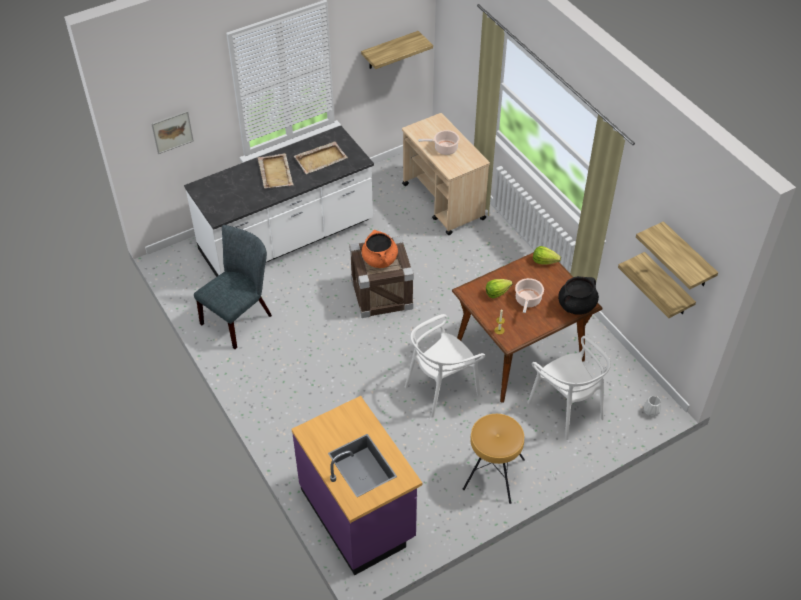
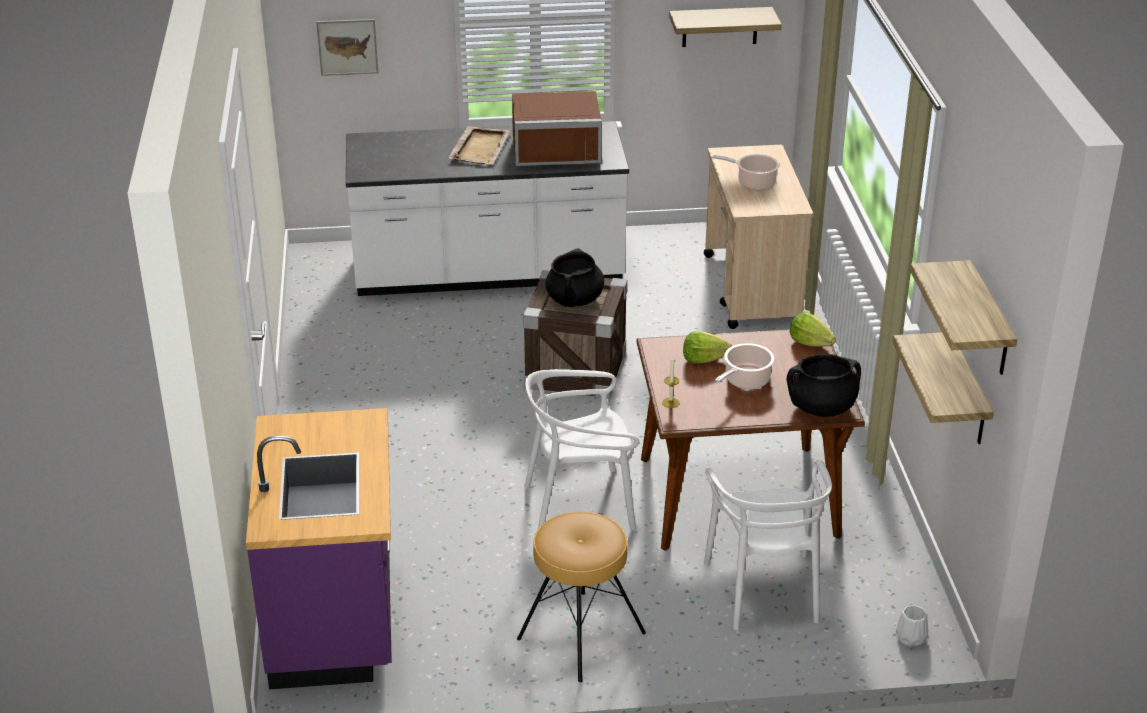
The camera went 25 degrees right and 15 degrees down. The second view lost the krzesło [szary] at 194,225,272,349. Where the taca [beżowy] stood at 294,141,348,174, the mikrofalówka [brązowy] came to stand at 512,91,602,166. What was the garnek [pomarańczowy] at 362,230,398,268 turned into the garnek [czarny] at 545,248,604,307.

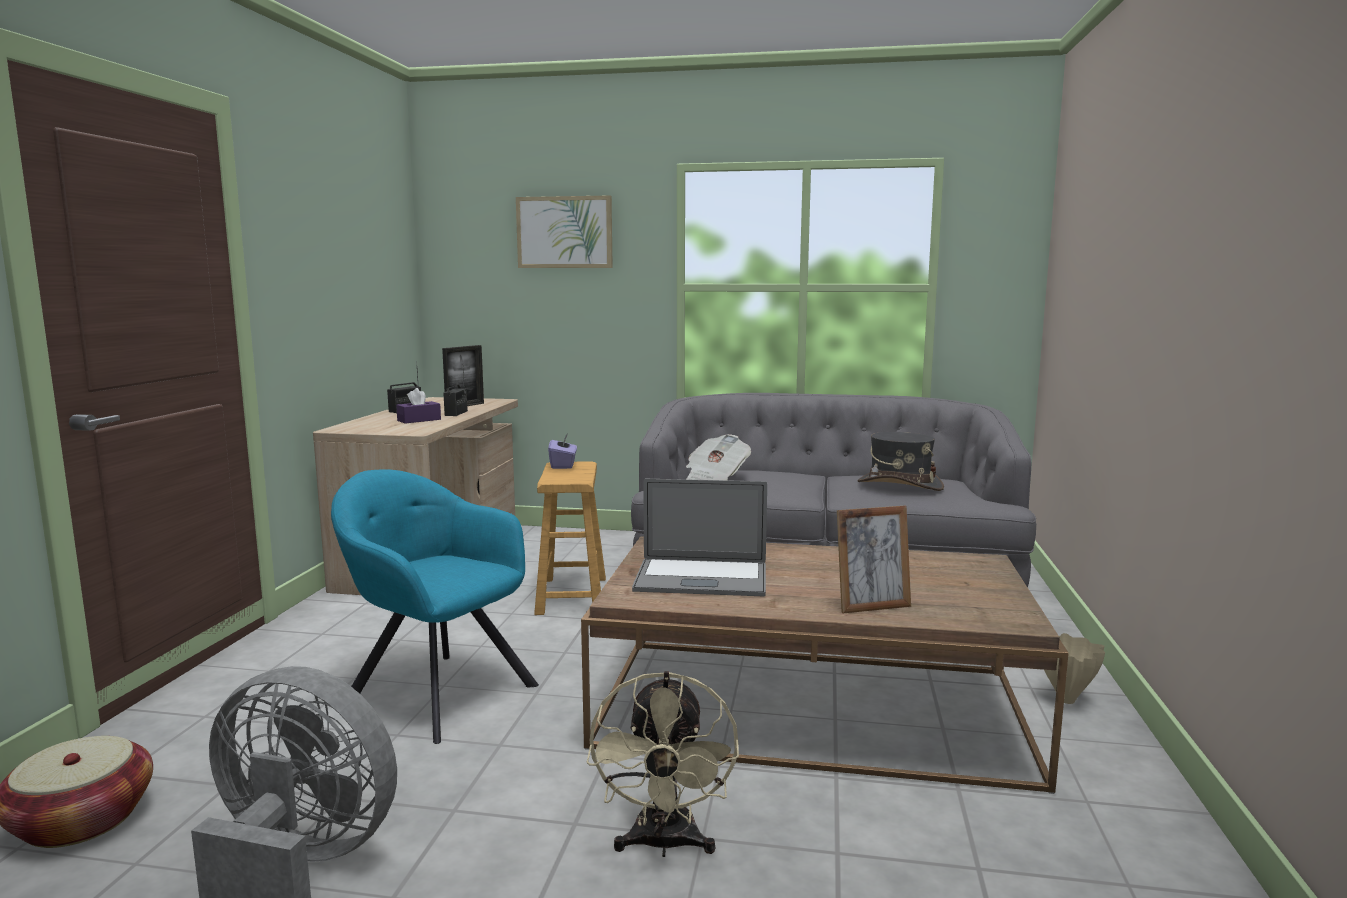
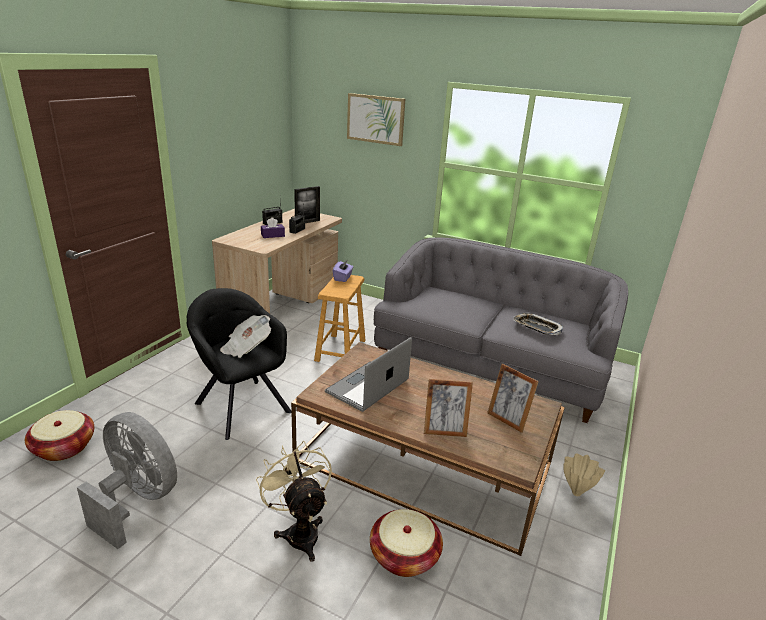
The camera went 15 degrees right and 15 degrees up. What was the fotel [turkusowy] at 331,469,539,744 turned into the fotel [czarny] at 187,288,292,440. The wentylator [beżowy] at 586,671,739,857 ended up facing another way, 135 degrees clockwise from before. The laptop at 632,479,767,597 ended up facing another way, 105 degrees clockwise from before. The gazeta ended up elsewhere, having gone from 686,434,751,480 to 220,315,271,358. Where the kapelusz [szary] stood at 857,432,944,491, the taca came to stand at 513,313,563,335. The second view gained the koszyk at 370,509,443,577. The second view gained the ramka na zdjęcie at 487,364,539,433.

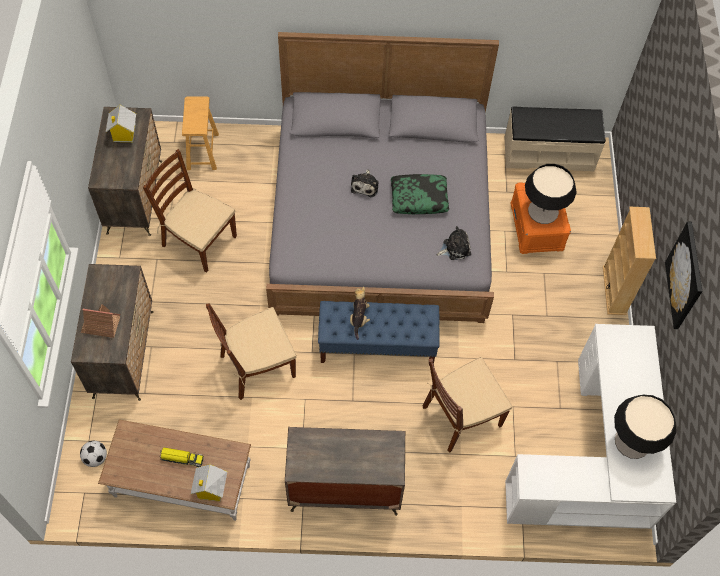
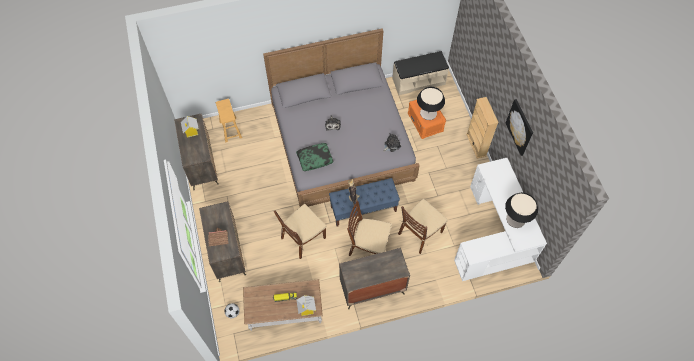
The camera went 15 degrees left and 0 degrees up. The krzesło [brązowy] ended up elsewhere, having gone from 143,149,237,273 to 347,200,392,256. The poduszka ended up elsewhere, having gone from 391,174,449,214 to 296,143,334,171.

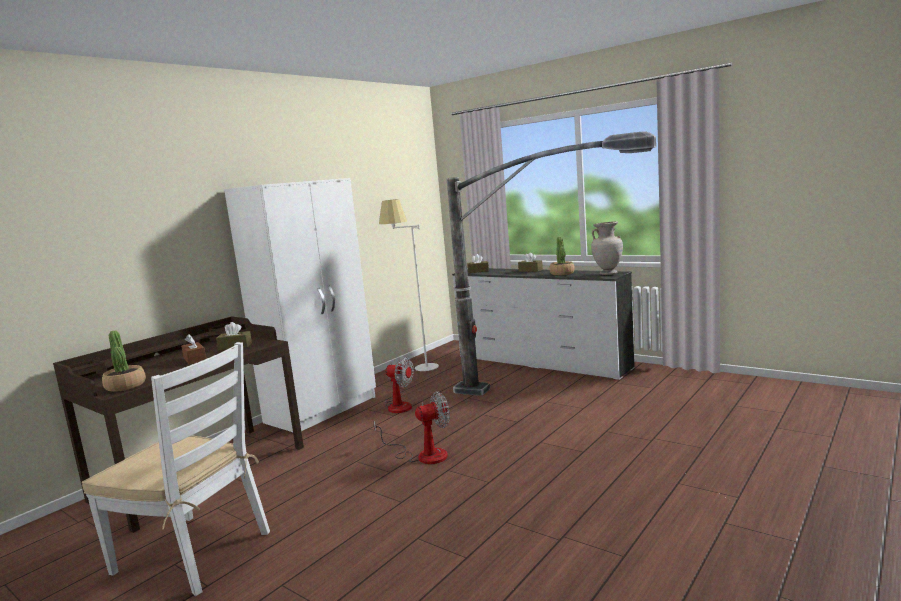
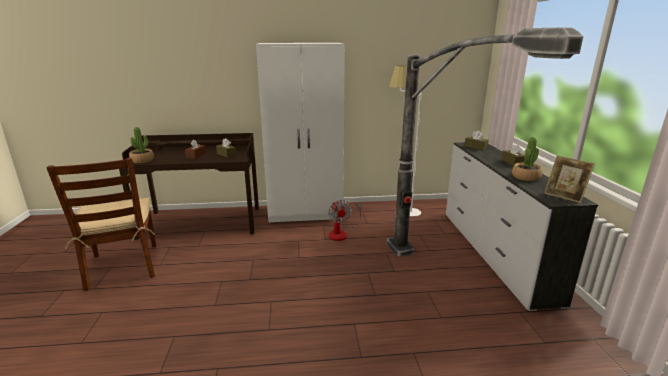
The camera went 45 degrees right and 10 degrees up. What was the krzesło [biały] at 82,342,270,596 turned into the krzesło [brązowy] at 46,157,156,291. The second view lost the wentylator at 373,391,450,464. Where the wazon [beżowy] stood at 591,222,623,275, the ramka na zdjęcie came to stand at 544,155,595,203.

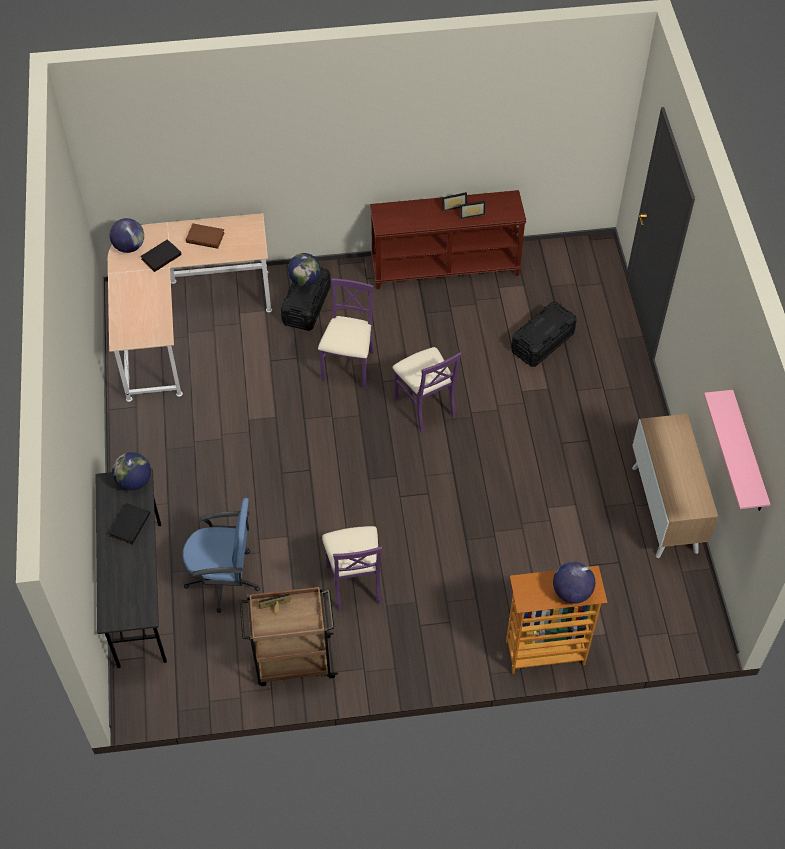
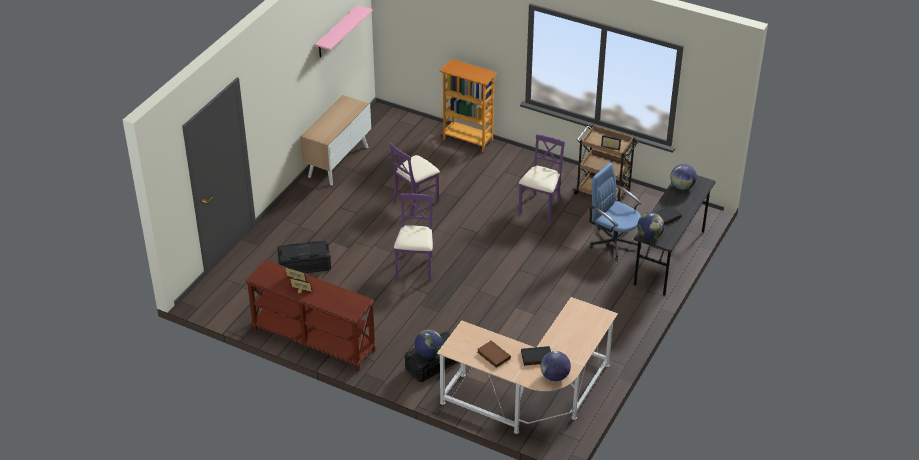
The camera went 145 degrees left and 15 degrees down. The krzesło [fioletowy] ended up elsewhere, having gone from 318,278,374,389 to 389,143,440,216. The globus ended up elsewhere, having gone from 553,561,595,604 to 671,164,697,190.

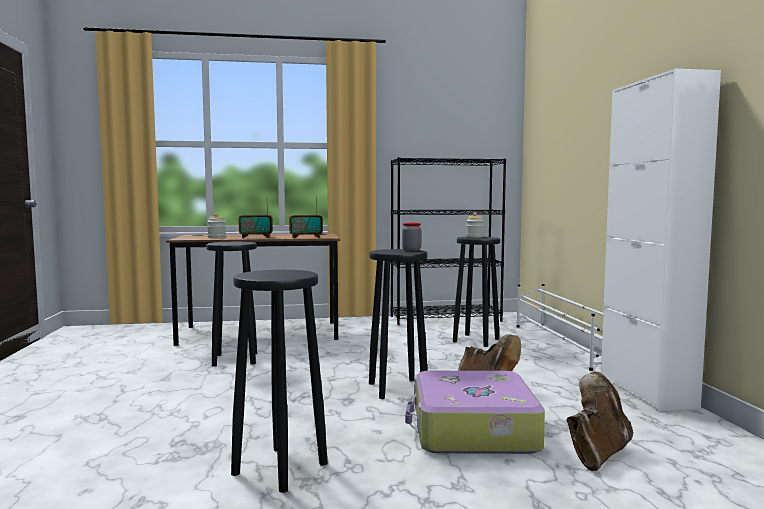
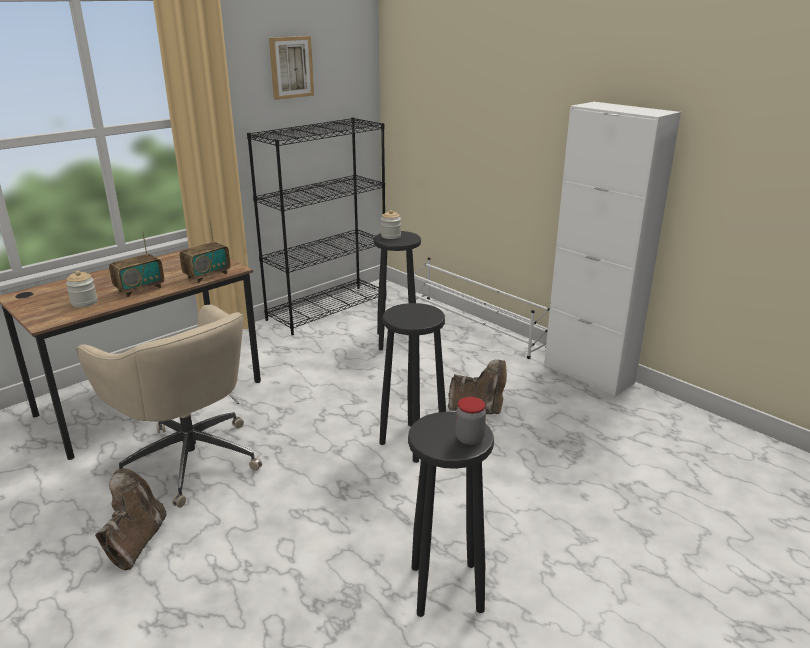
The camera went 35 degrees left and 20 degrees up. Where the stołek [czarny] stood at 206,241,257,367, the krzesło biurowe [beżowy] came to stand at 76,304,262,508. The słoik ended up elsewhere, having gone from 402,223,421,251 to 456,397,486,445. The second view lost the walizka at 405,371,545,454. The but z cholewką [brązowy] ended up elsewhere, having gone from 567,372,633,471 to 95,468,166,570. The second view gained the obraz at 269,36,314,100.

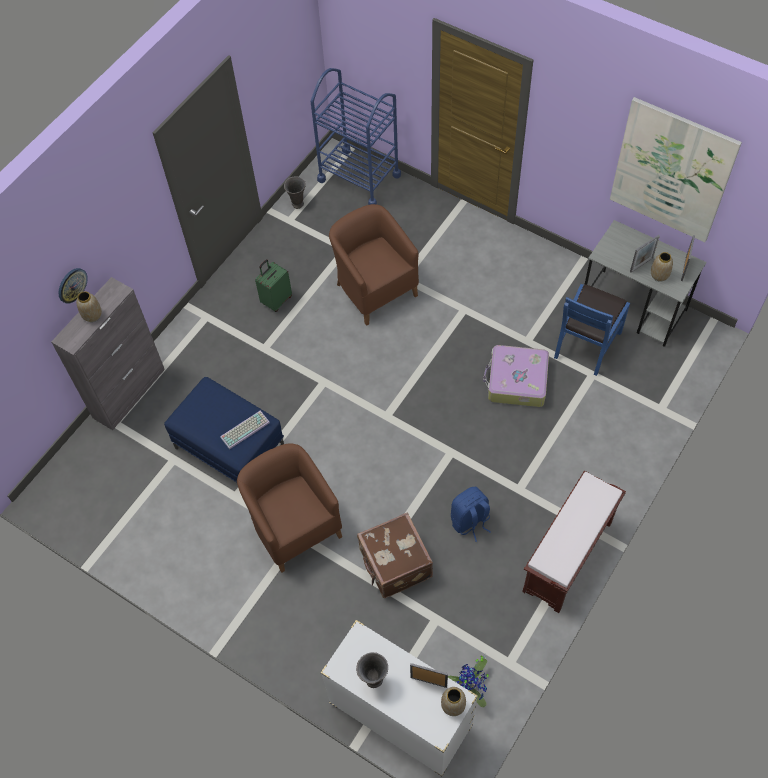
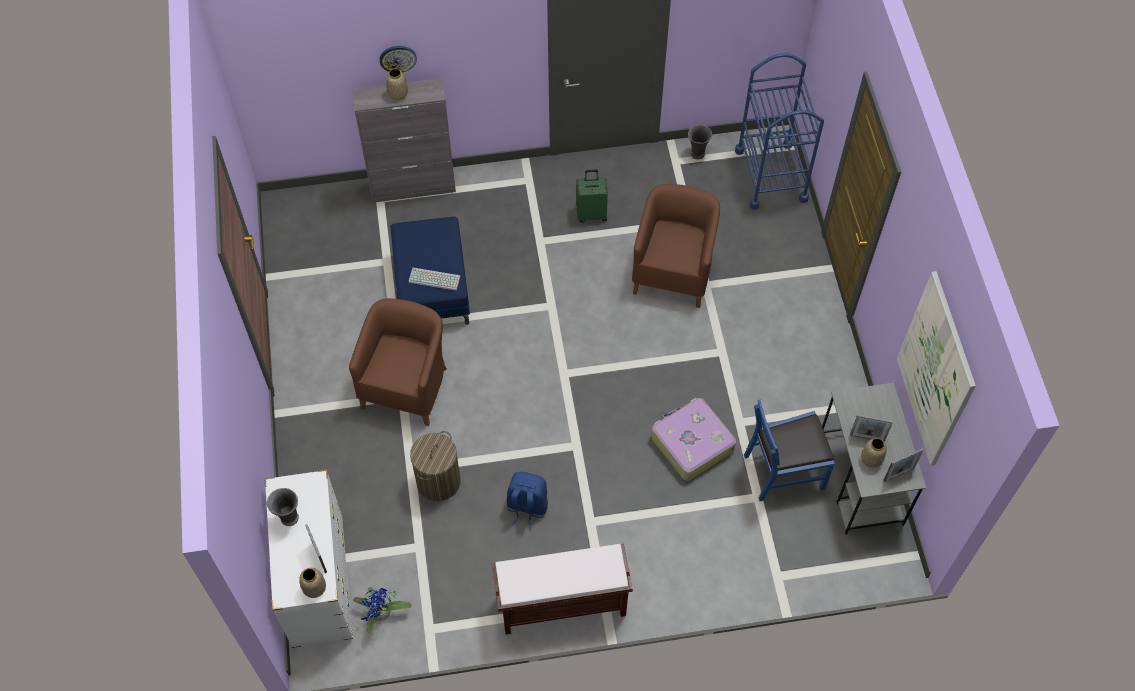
The camera went 45 degrees right and 0 degrees up. Where the walizka [brązowy] stood at 357,513,433,598, the kosz na pranie came to stand at 410,431,461,501.

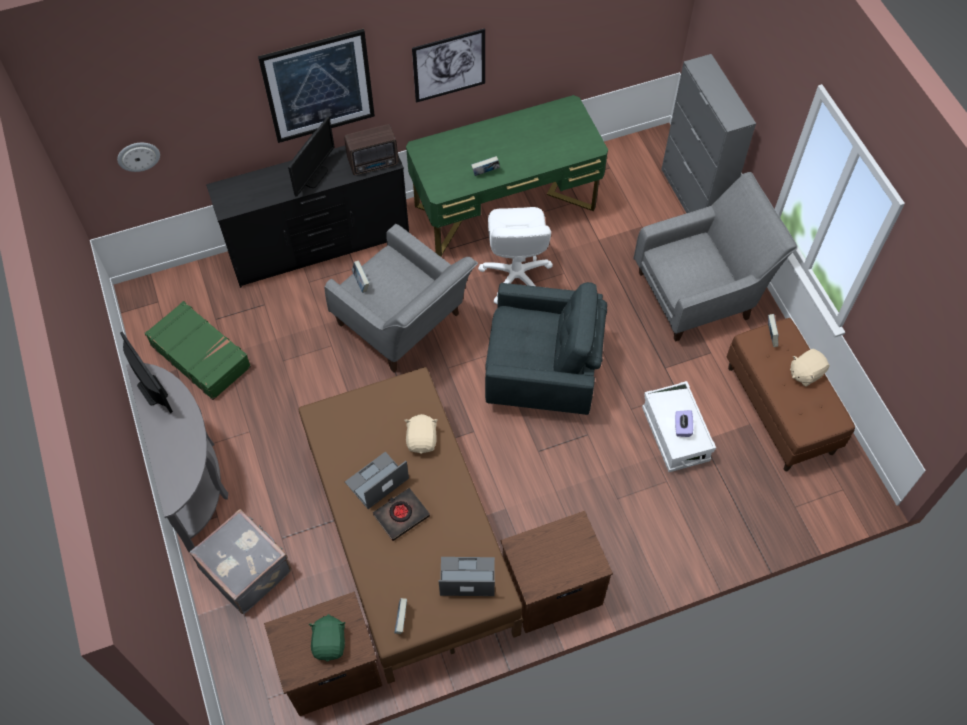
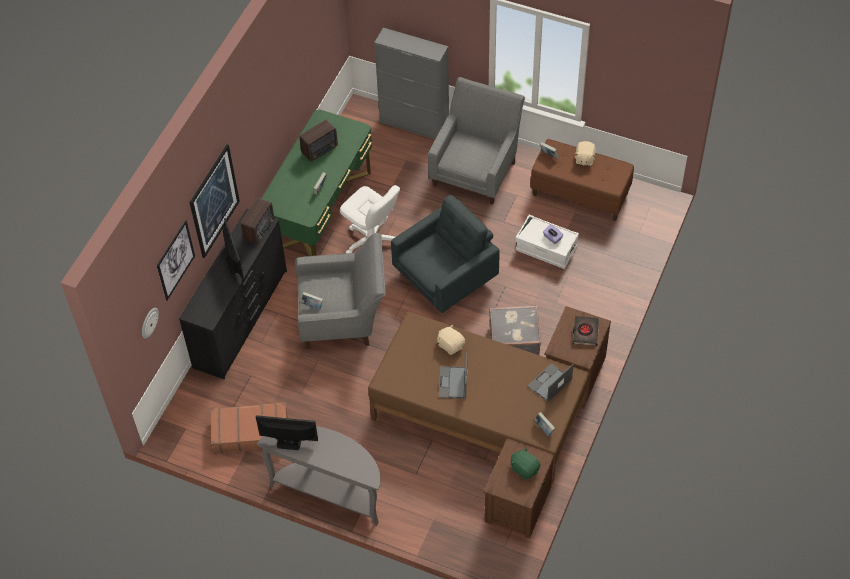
The camera went 45 degrees left and 5 degrees down. What was the walizka [zielony] at 145,301,251,400 turned into the walizka [brązowy] at 210,402,288,453. The walizka [szary] ended up elsewhere, having gone from 190,509,291,614 to 489,305,541,355. The książka [czarny] ended up elsewhere, having gone from 373,488,430,541 to 573,316,599,346. The obraz ended up elsewhere, having gone from 412,28,485,103 to 157,220,195,301. The second view gained the radio at 299,120,338,162.

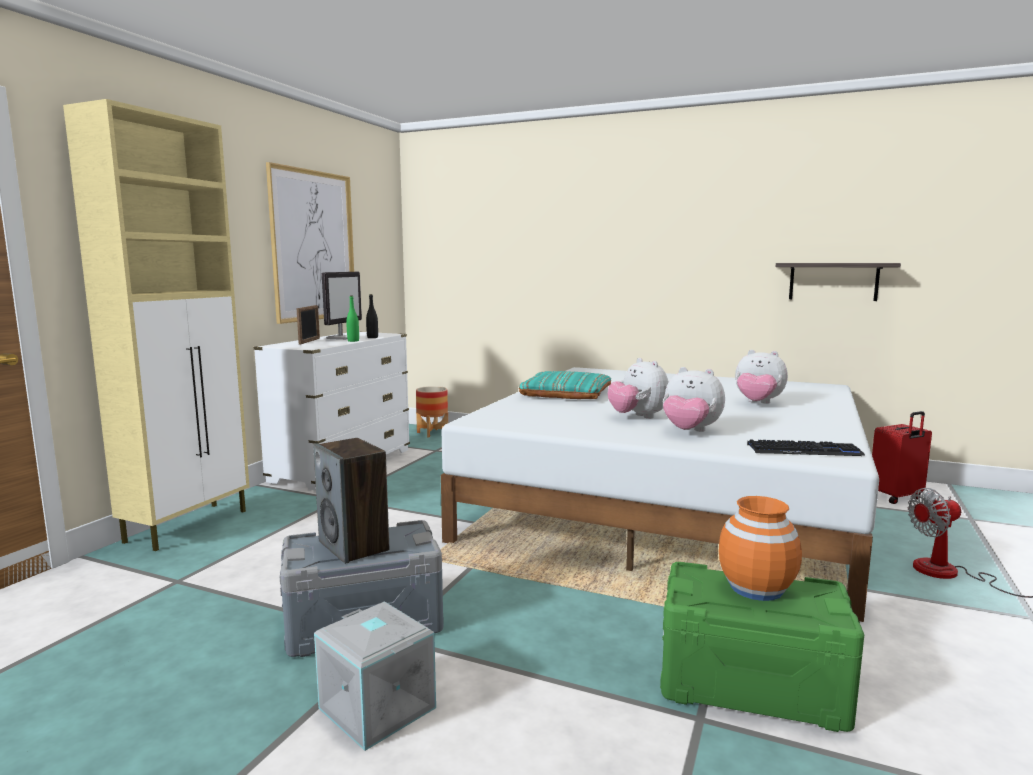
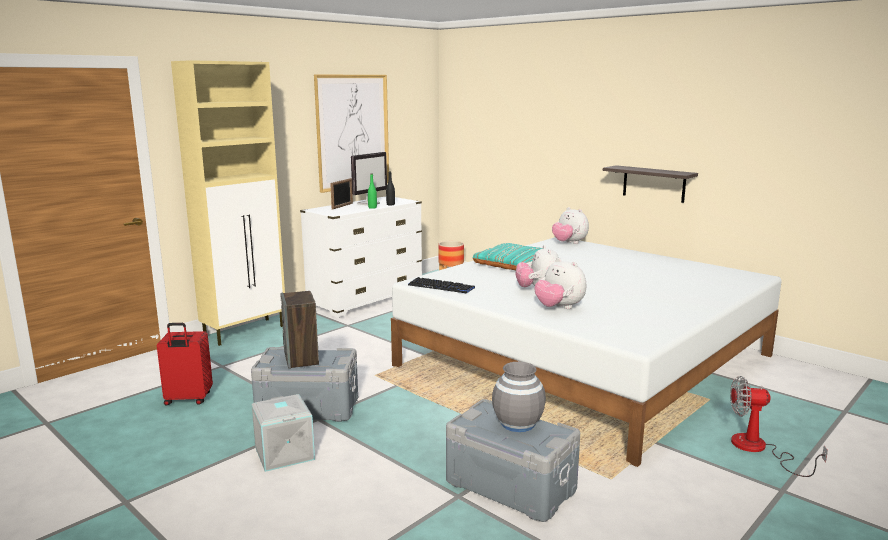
The camera went 20 degrees right and 5 degrees up. What was the pojemnik do przechowywania [zielony] at 660,562,864,732 turned into the pojemnik do przechowywania [szary] at 446,399,580,522. What was the wazon [pomarańczowy] at 719,496,802,601 turned into the wazon [szary] at 492,362,546,432. The pluszak ended up elsewhere, having gone from 735,350,788,404 to 552,207,589,244. The klawiatura ended up elsewhere, having gone from 747,439,865,456 to 408,277,475,294. The półka ended up elsewhere, having gone from 776,263,901,301 to 603,165,698,203. The walizka [czerwony] ended up elsewhere, having gone from 872,411,932,504 to 157,323,213,406.

